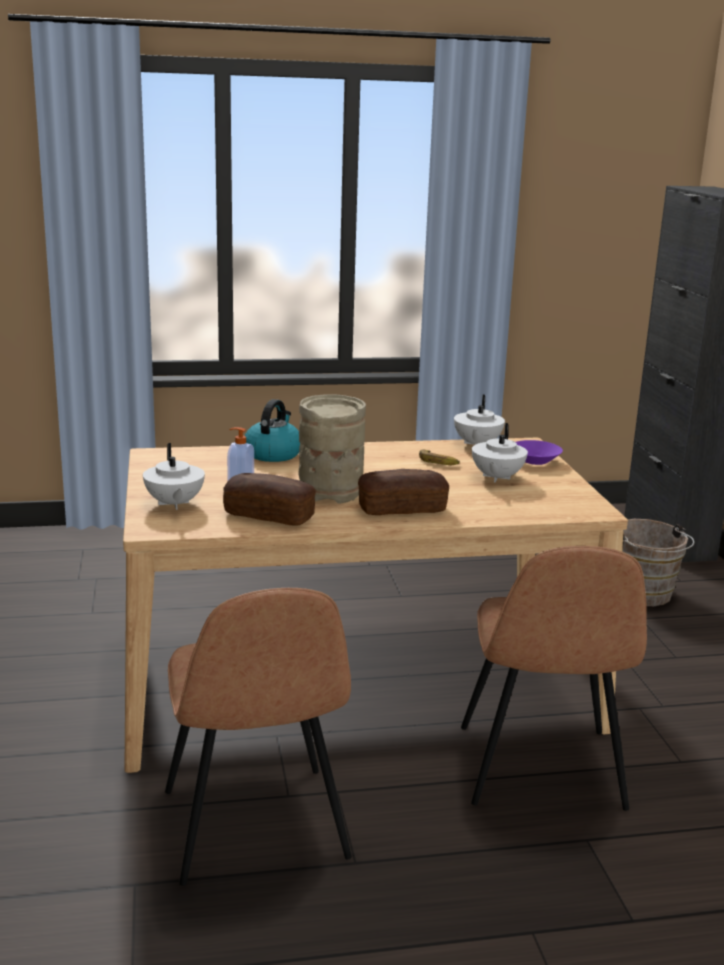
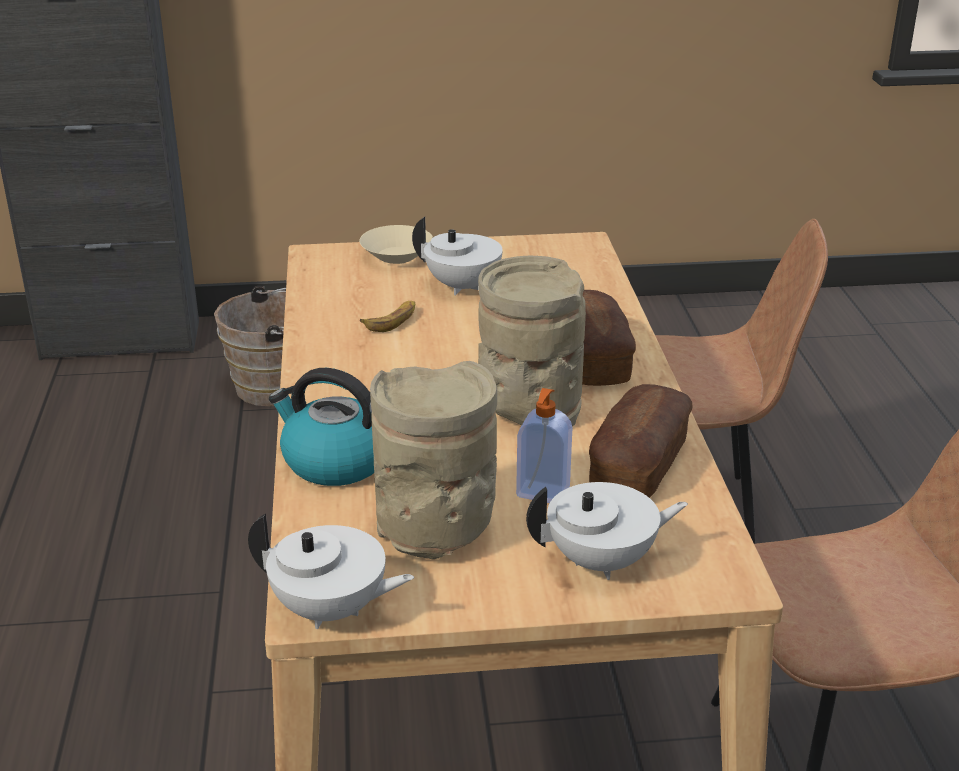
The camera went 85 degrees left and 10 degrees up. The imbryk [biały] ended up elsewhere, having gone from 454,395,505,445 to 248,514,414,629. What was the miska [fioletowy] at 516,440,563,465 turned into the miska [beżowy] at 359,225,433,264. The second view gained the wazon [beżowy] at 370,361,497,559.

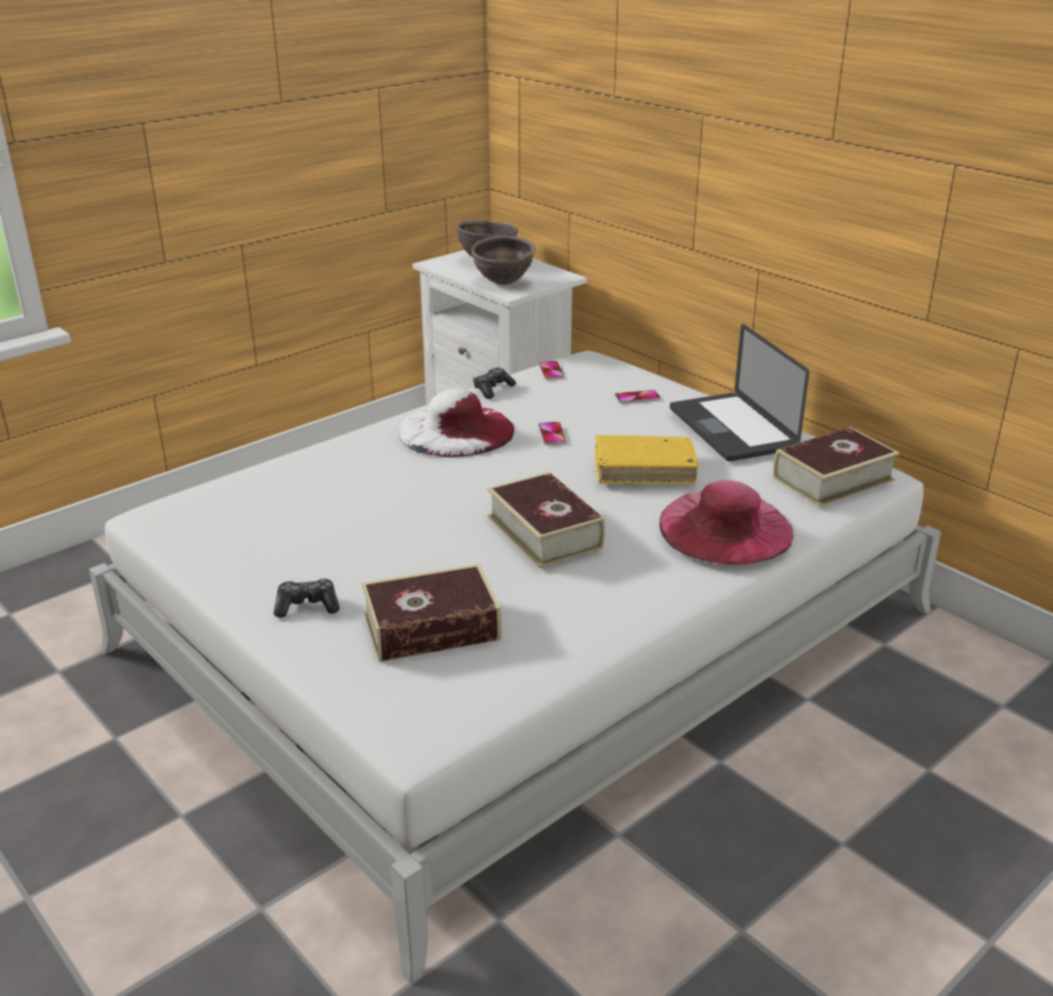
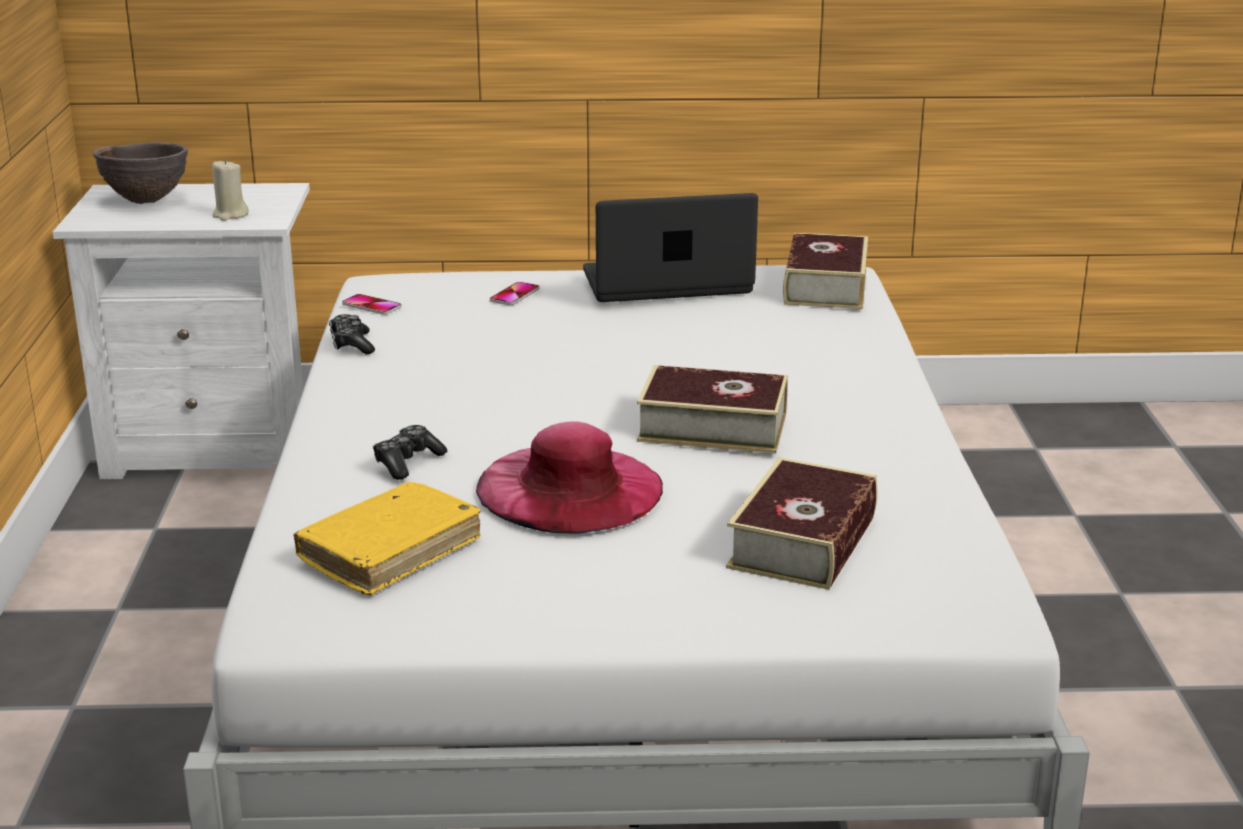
The camera went 50 degrees left and 5 degrees down. The pad do gier ended up elsewhere, having gone from 274,578,340,618 to 373,425,447,480. The second view lost the kapelusz [biały] at 399,389,514,458. Where the miska [brązowy] stood at 472,236,535,285, the świeca [beżowy] came to stand at 212,159,249,221. The second view lost the telefon at 539,422,566,445. The książka [żółty] ended up elsewhere, having gone from 595,435,699,484 to 294,482,481,595. The kapelusz [różowy] ended up elsewhere, having gone from 659,480,794,565 to 476,421,663,534. The laptop at 670,324,809,461 ended up facing another way, 150 degrees clockwise from before.

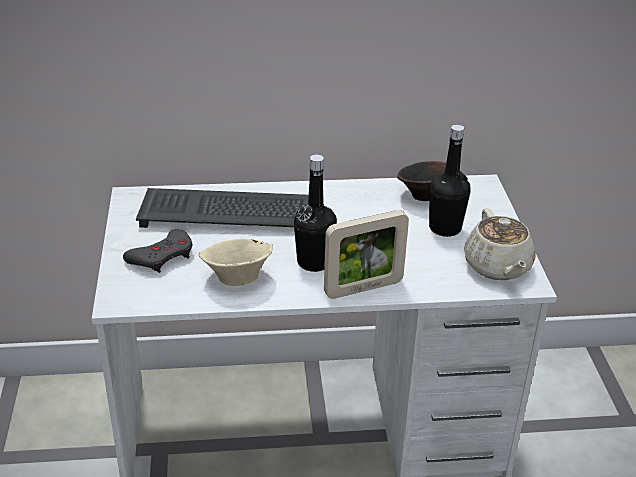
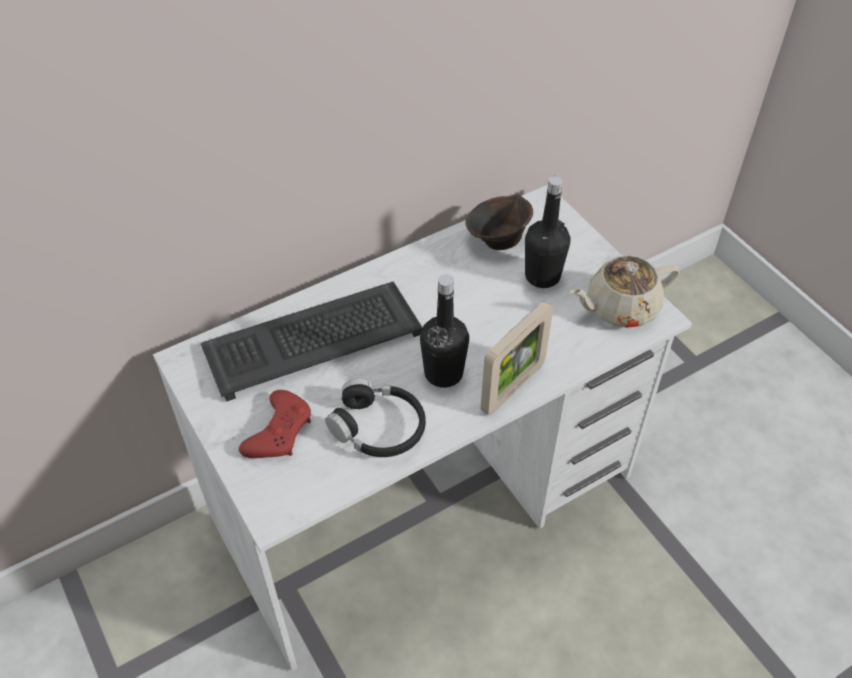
The camera went 25 degrees left and 15 degrees up. What was the pad do gier [szary] at 123,229,192,273 turned into the pad do gier [czerwony] at 239,390,311,458. Where the miska [beżowy] stood at 199,239,273,286, the słuchawki [czarny] came to stand at 325,379,426,457. The imbryk [beżowy] at 464,208,535,280 ended up facing another way, 105 degrees clockwise from before.

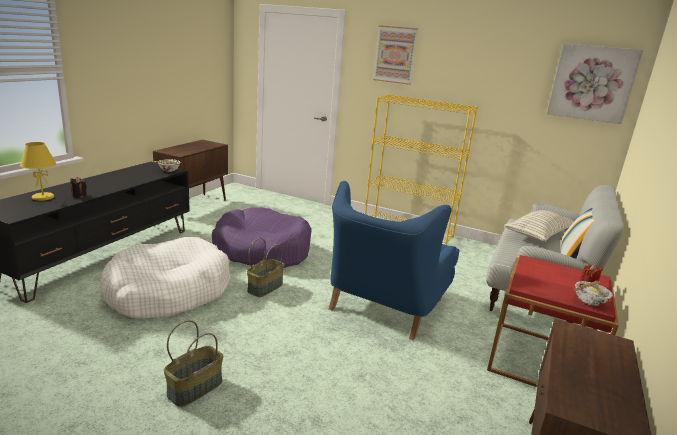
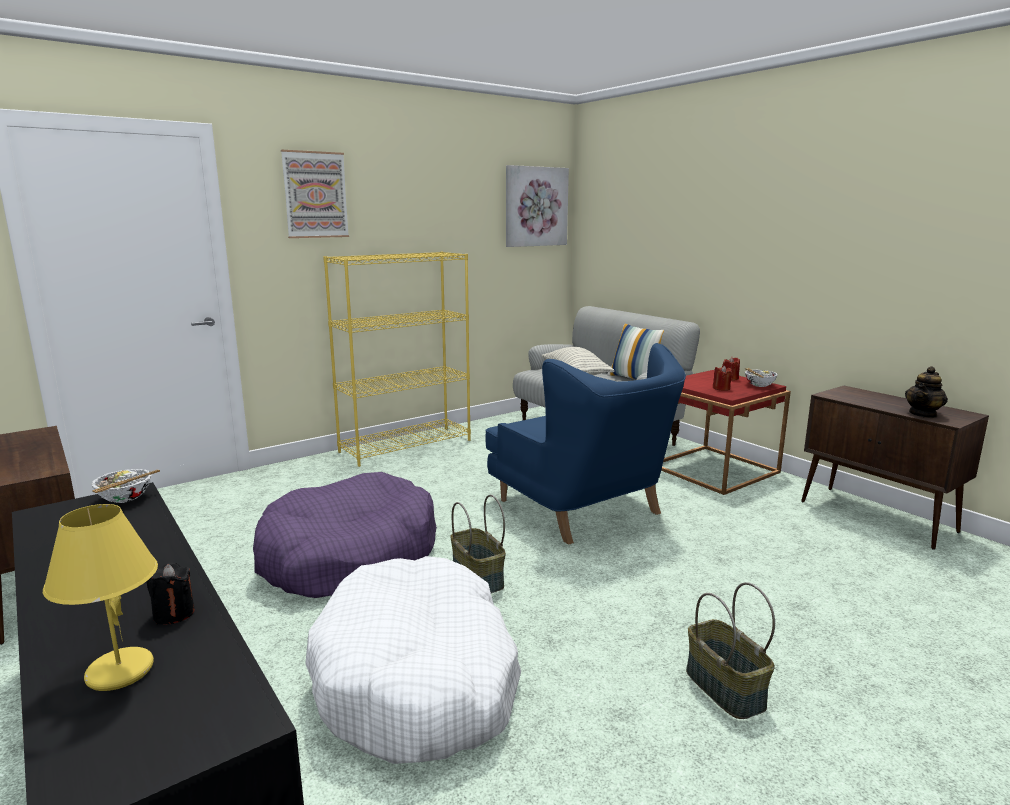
The camera went 60 degrees left and 5 degrees down. The second view gained the świeca [czerwony] at 713,366,733,391. The second view gained the imbryk at 905,366,948,418.

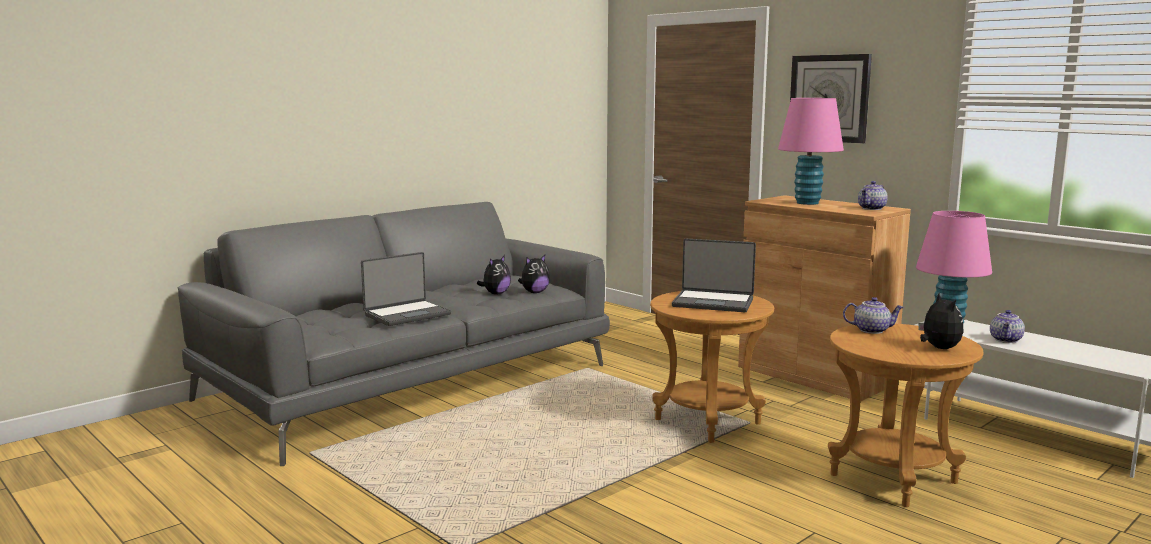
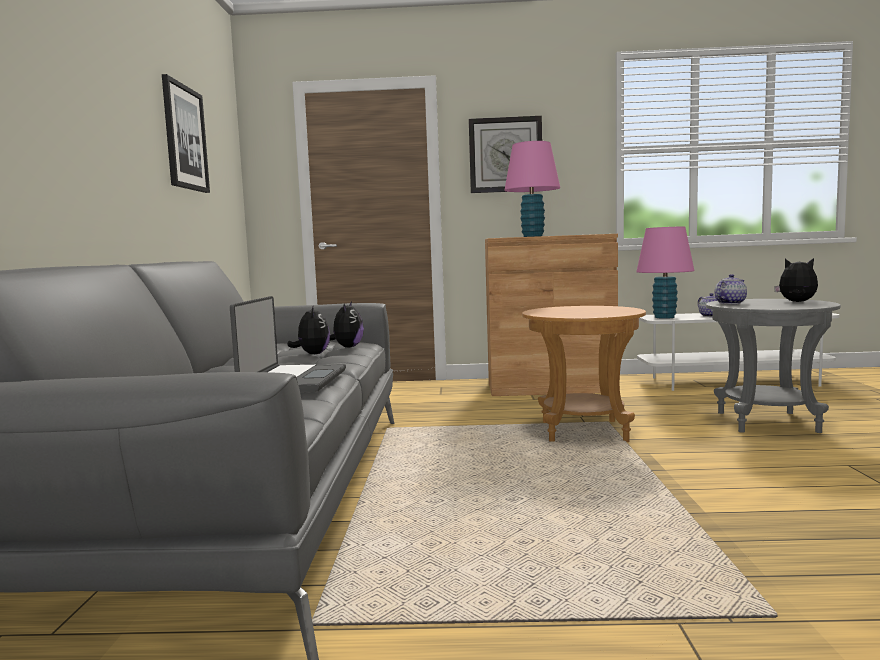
The camera went 45 degrees left and 5 degrees down. The second view lost the laptop at 672,239,756,312. What was the stolik [brązowy] at 828,324,983,507 turned into the stolik [szary] at 706,299,841,433. The second view lost the imbryk at 858,181,888,210. The second view gained the obraz at 162,74,210,193.

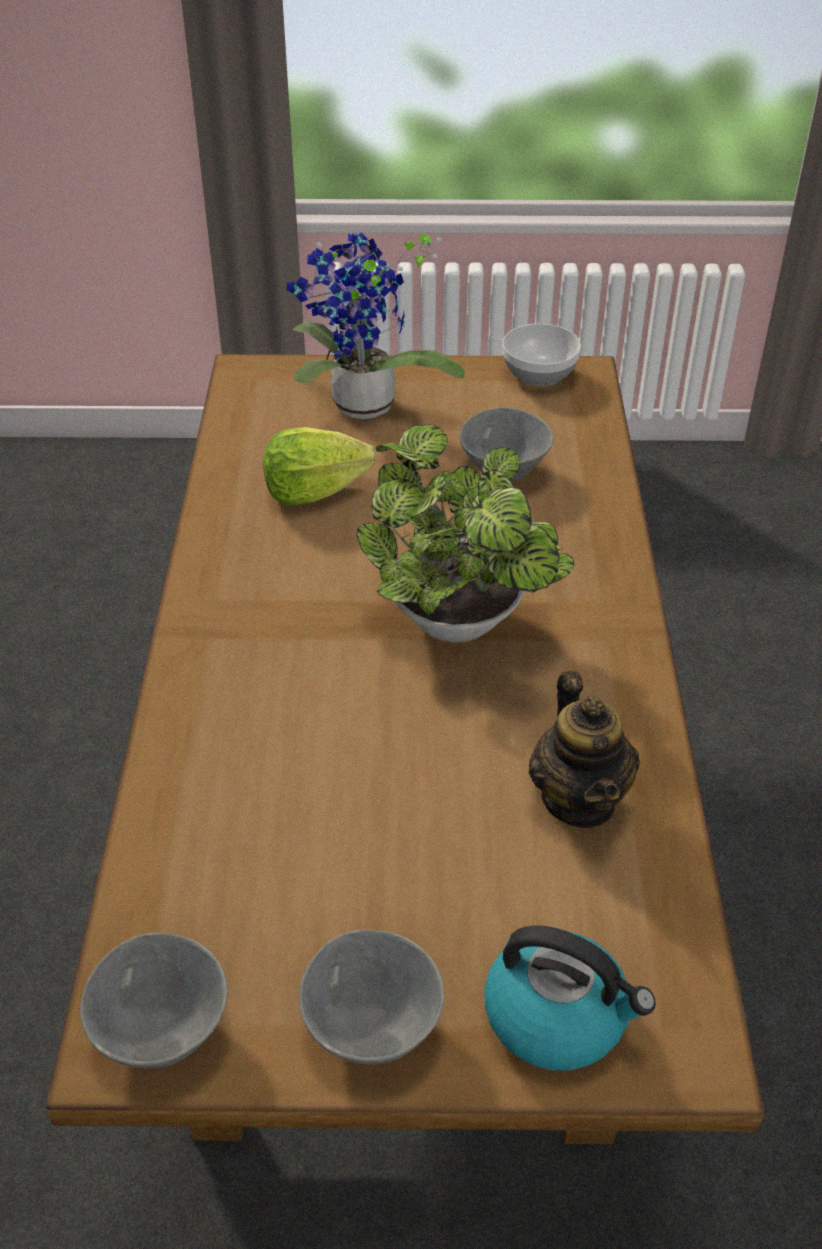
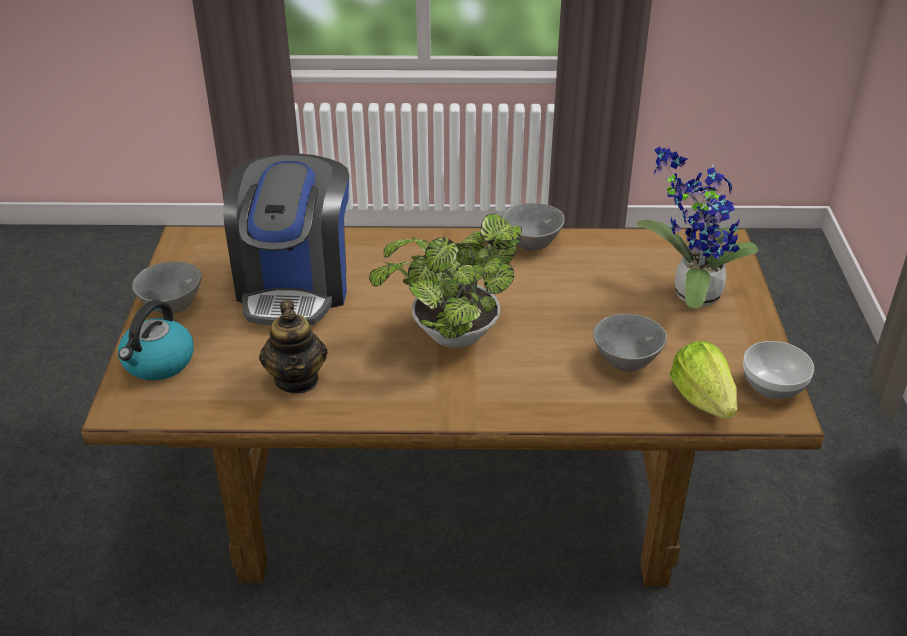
The camera went 90 degrees right and 5 degrees down. The miska [szary] ended up elsewhere, having gone from 80,933,228,1069 to 502,203,564,251. The sałata ended up elsewhere, having gone from 263,427,375,505 to 670,341,737,419. The imbryk at 528,671,640,828 ended up facing another way, 90 degrees counterclockwise from before. The second view gained the ekspres do kawy at 223,153,349,326.

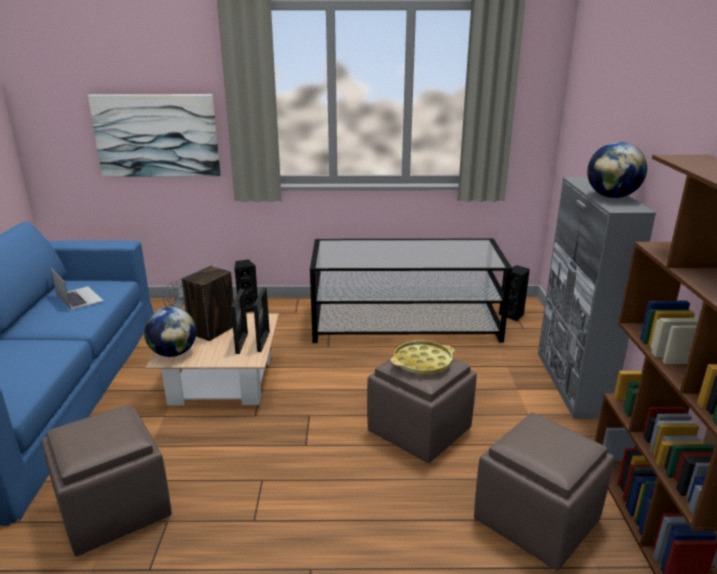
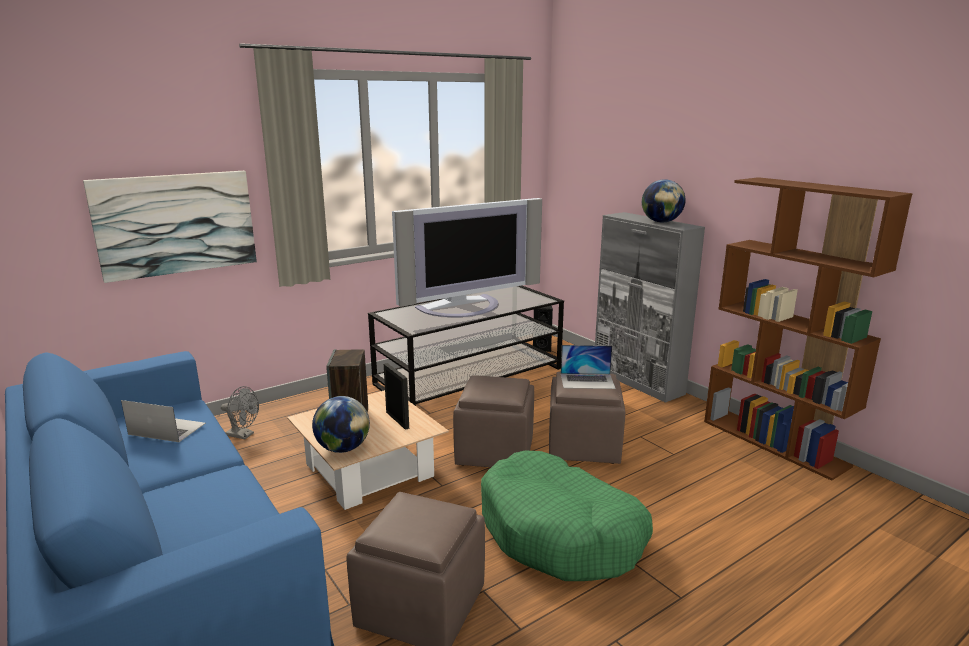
The camera went 35 degrees left and 5 degrees down. The second view lost the głośnik [czarny] at 234,260,258,312. The second view lost the ramka na zdjęcie at 253,287,270,352. Where the taca [żółty] stood at 391,341,455,375, the laptop came to stand at 561,345,616,389. The pufa [brązowy] ended up elsewhere, having gone from 474,412,614,571 to 453,375,534,467. The second view gained the telewizor at 392,198,542,317. The second view gained the legowisko [zielony] at 481,450,653,581.

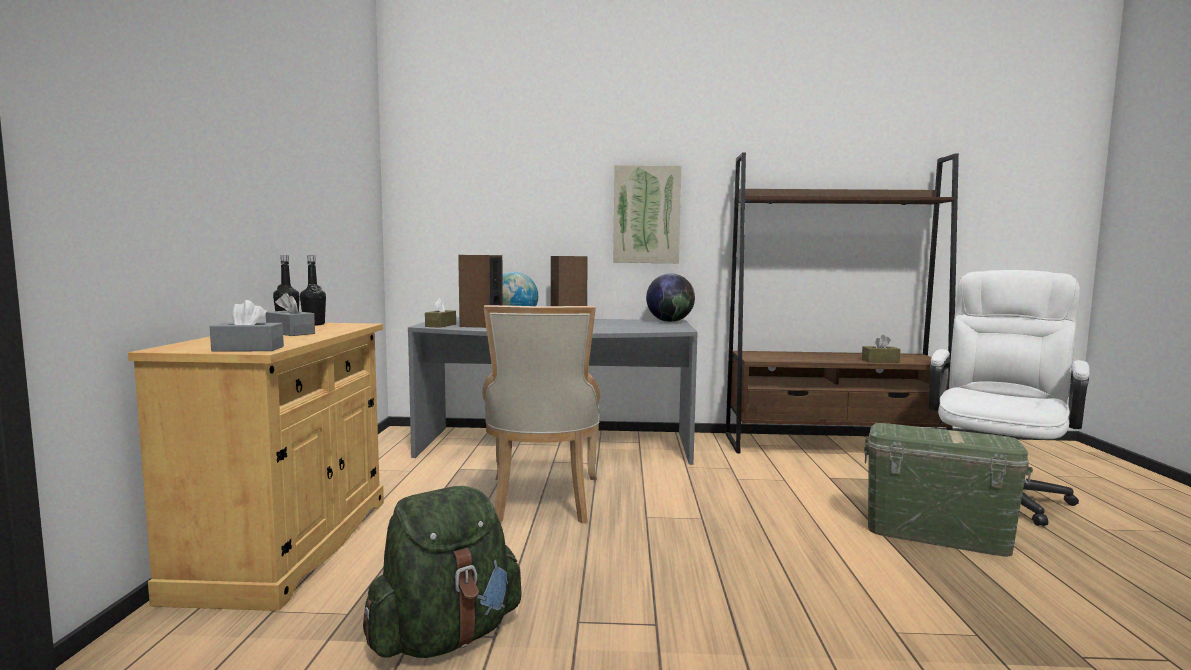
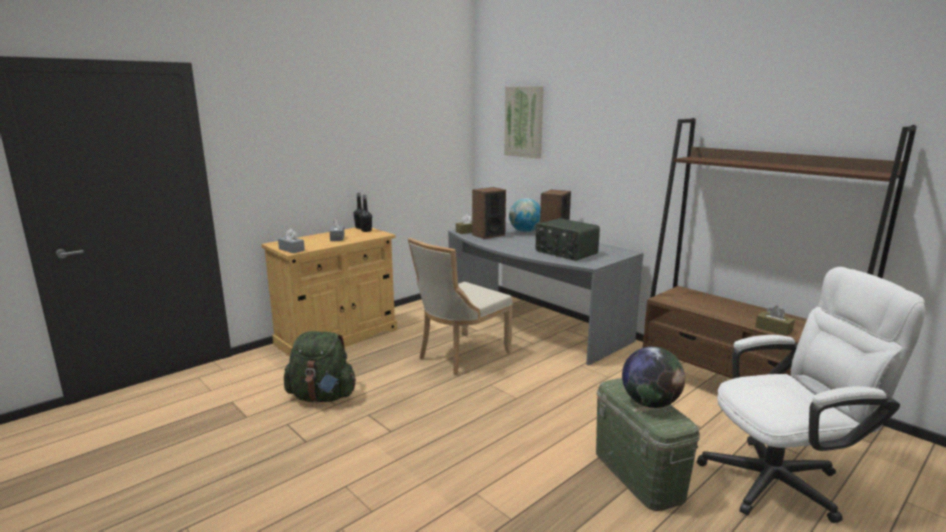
The camera went 45 degrees right and 10 degrees up. The obraz ended up elsewhere, having gone from 613,165,681,263 to 504,86,544,159. The globus ended up elsewhere, having gone from 646,274,695,322 to 622,346,685,408. The second view gained the radio at 536,218,600,261.

